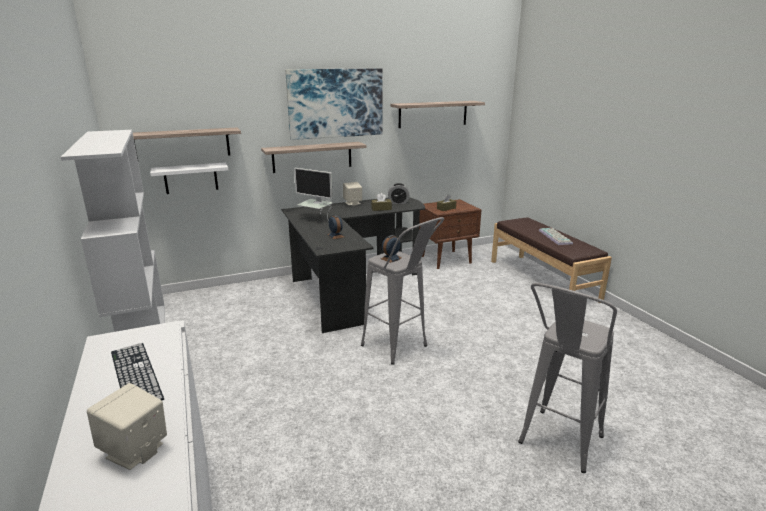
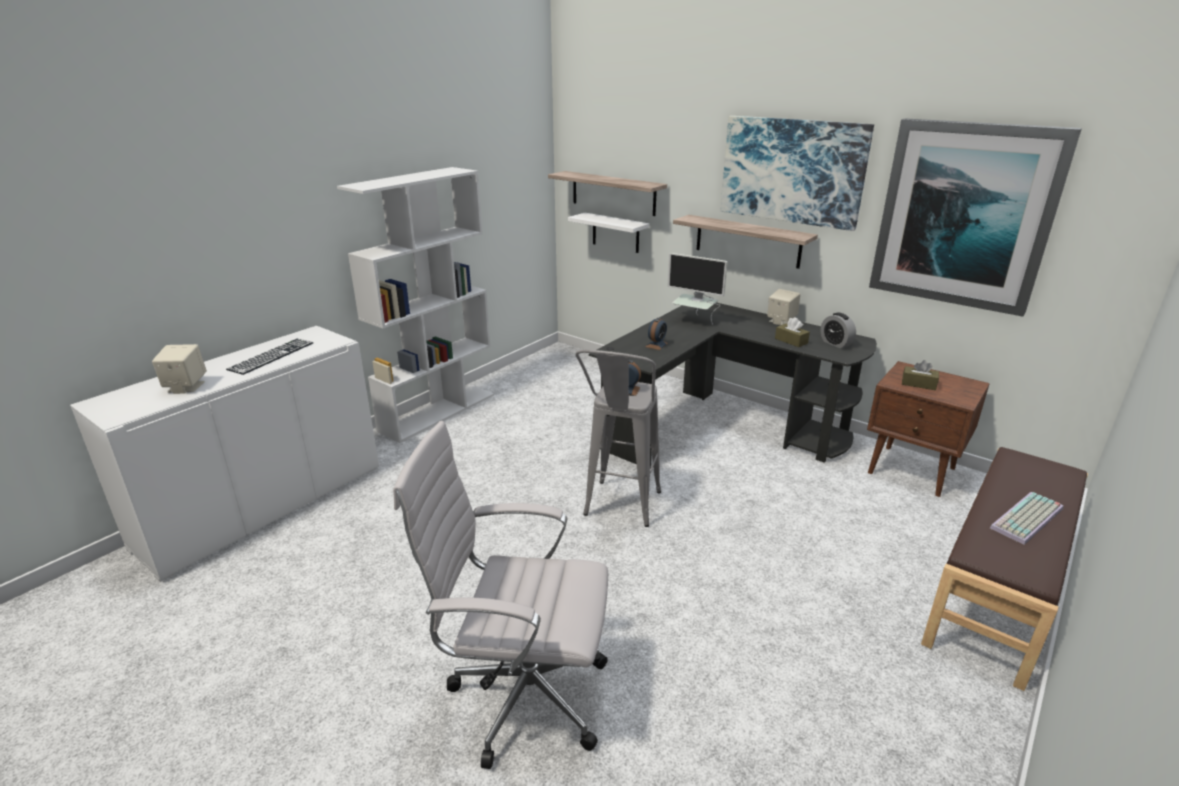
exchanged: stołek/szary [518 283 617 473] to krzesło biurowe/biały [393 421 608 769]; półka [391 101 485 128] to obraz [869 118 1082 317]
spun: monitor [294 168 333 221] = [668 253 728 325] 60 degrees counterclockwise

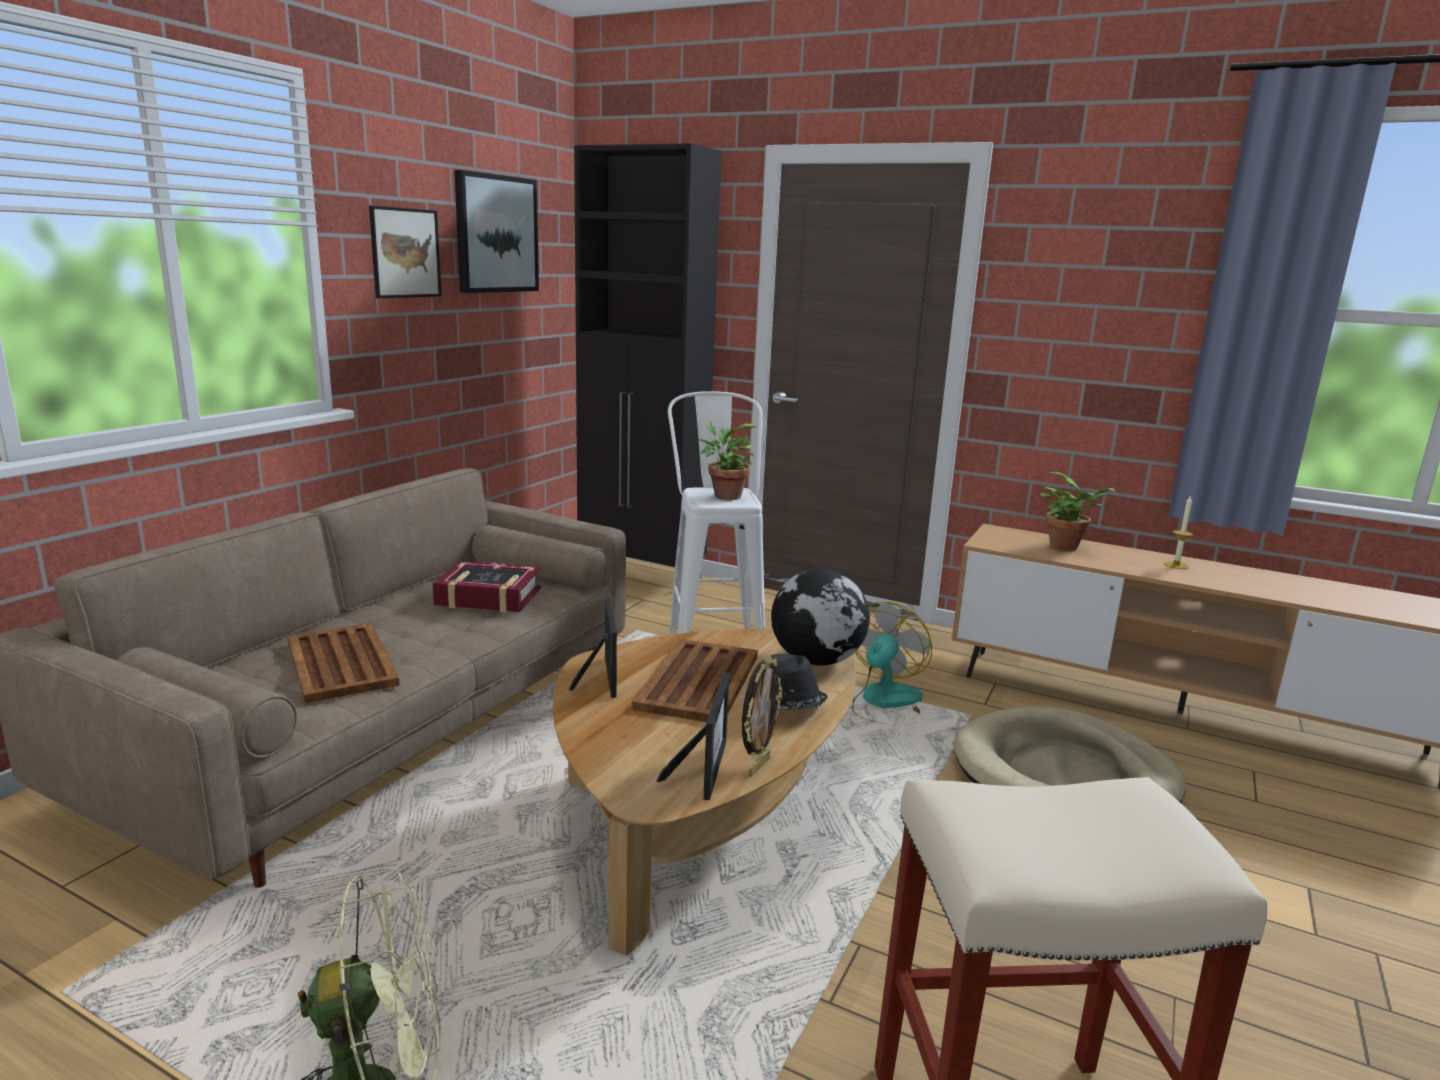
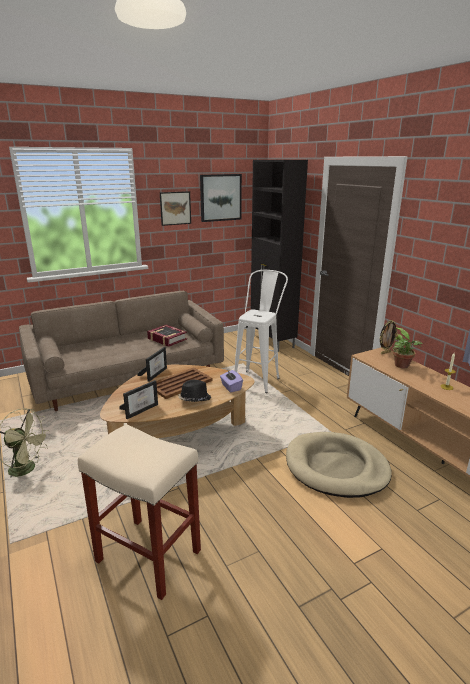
missing: taca/brązowy [288 623 400 703]; roślina doniczkowa [699 422 758 500]; wentylator [852 602 932 725]
relocated: ramka na zdjęcie [742 656 782 777] to [380 320 398 354]
exchanged: globus [771 569 870 666] to pudełko chusteczek/fioletowy [220 370 243 392]

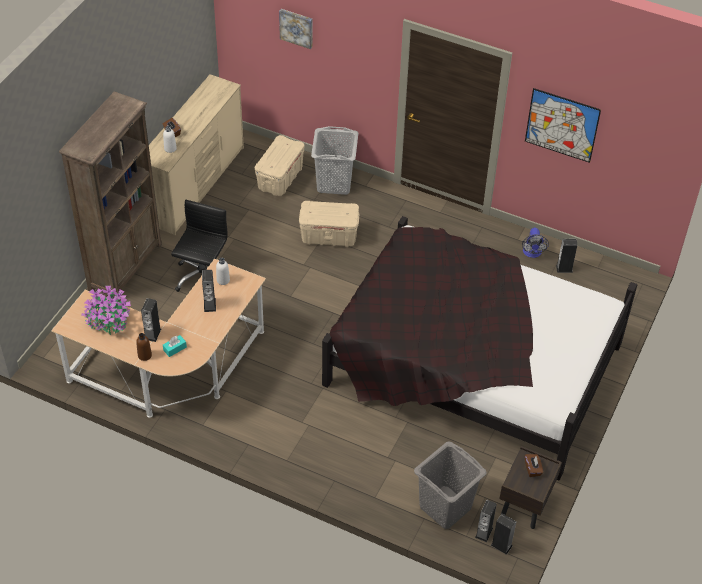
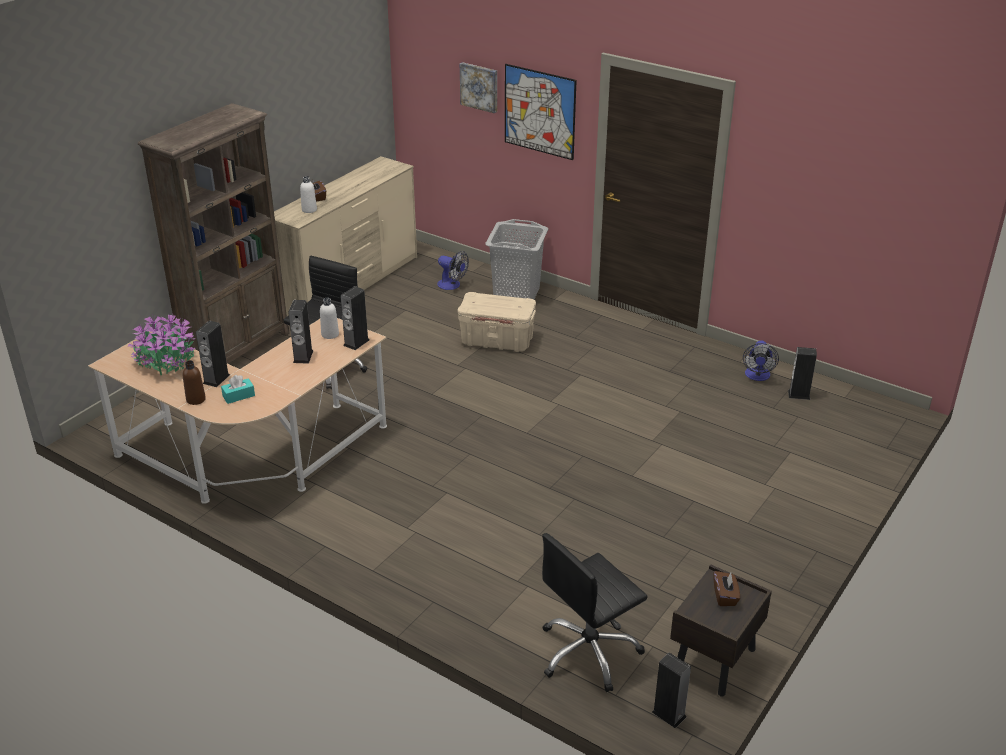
missing: łóżko/czarny [322 216 637 480]
relocated: głośnik [475 500 497 542] to [340 286 369 350]; obraz [525 88 601 163] to [505 64 577 160]
exchanged: pojemnik do przechowywania/beżowy [255 135 305 196] to wentylator [437 251 469 290]; kosz na pranie/szary [414 442 487 529] to krzesło biurowe/czarny [542 533 647 692]

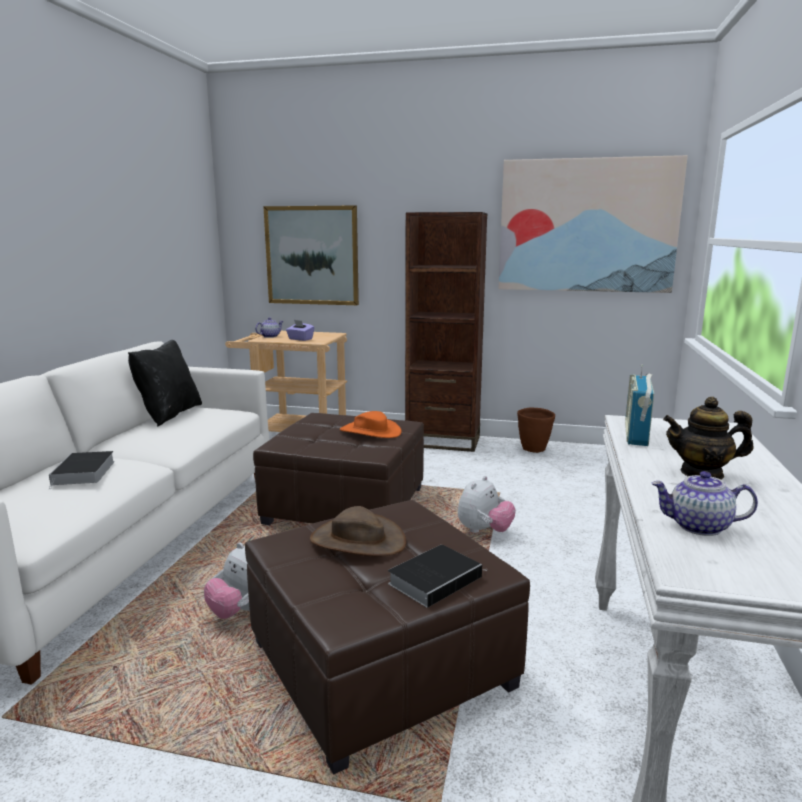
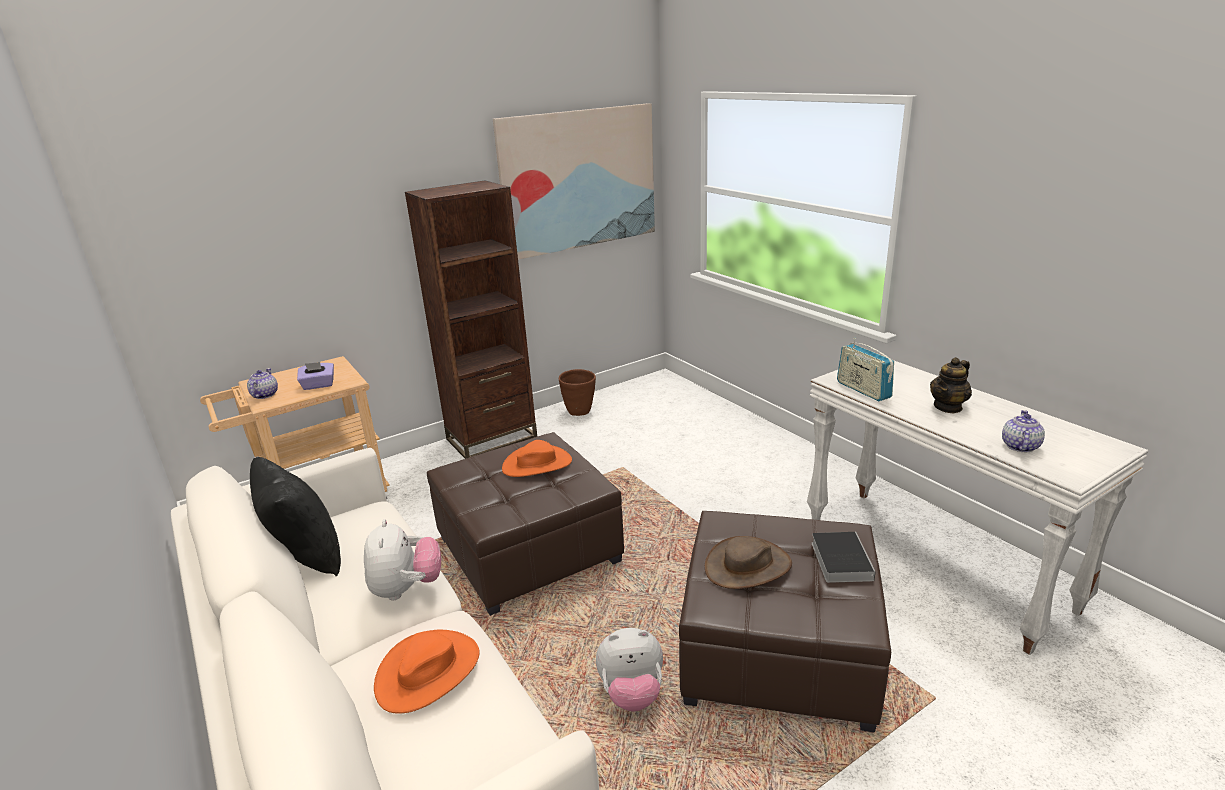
missing: obraz [263 206 359 305]
relocated: pluszak [458 476 516 533] to [364 519 441 600]
exchanged: książka [49 451 115 490] to kapelusz/pomarańczowy [374 630 480 714]
spun: imbryk [651 471 758 536] = [1002 410 1045 452] 150 degrees clockwise

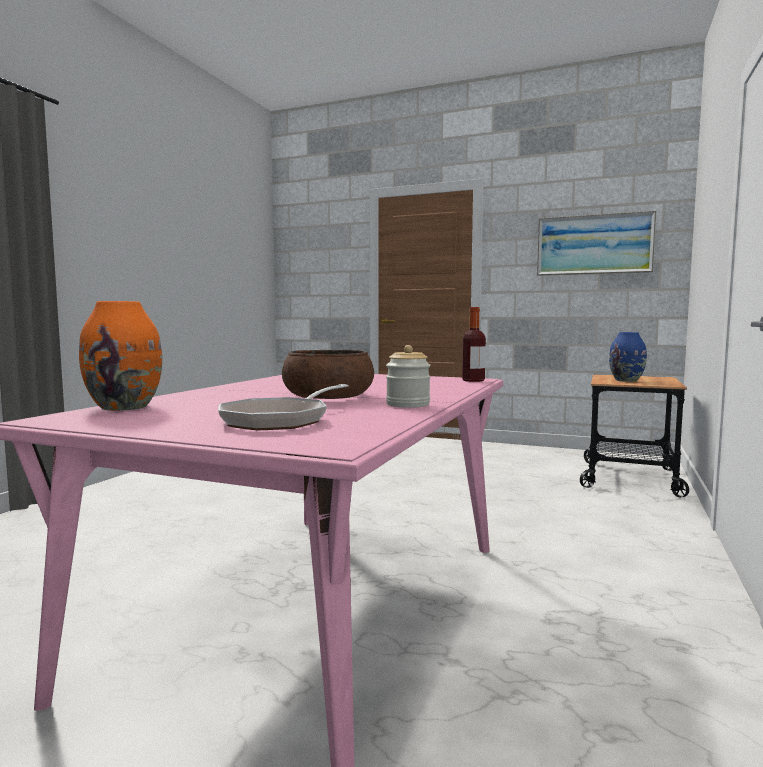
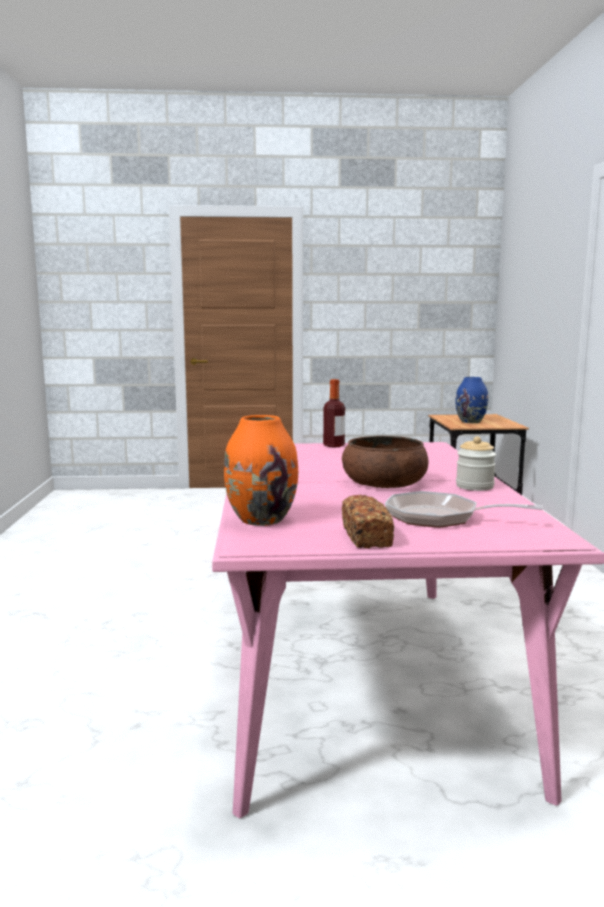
missing: obraz [537 211 656 276]
appeared: chleb [342 494 394 548]
relocated: butelka [462 307 486 382] to [323 379 345 448]
spun: patelnia [218 384 349 430] = [385 491 543 528] 105 degrees clockwise

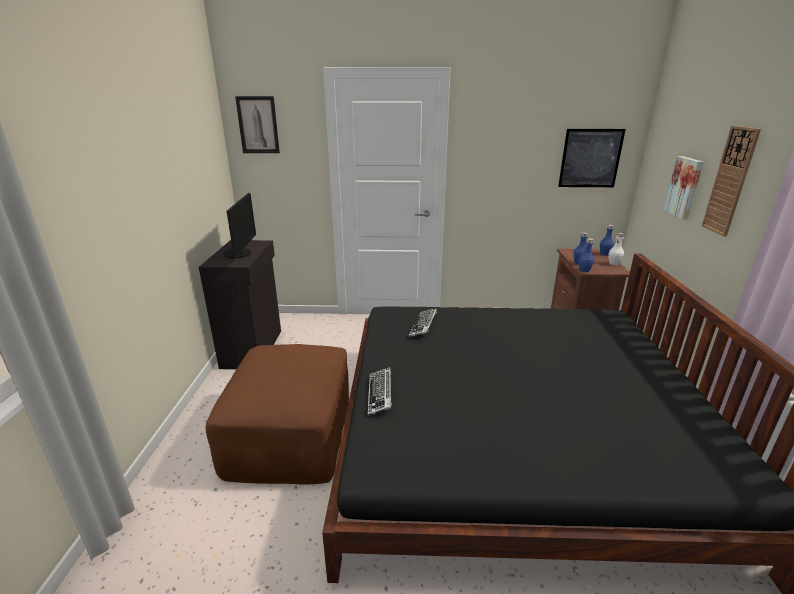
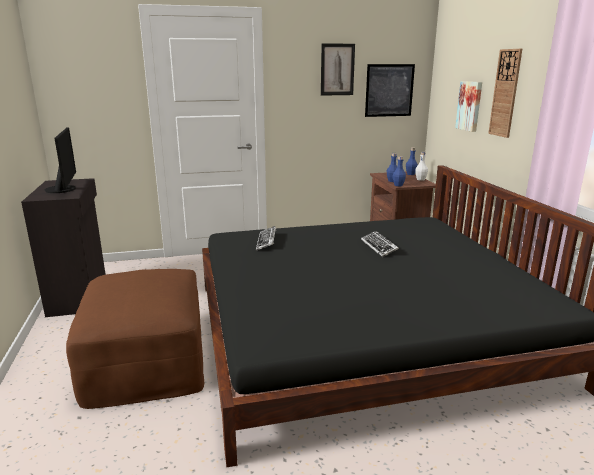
relocated: obraz [235 96 280 153] to [321 43 355 96]; klawiatura [368 367 392 416] to [361 231 399 257]

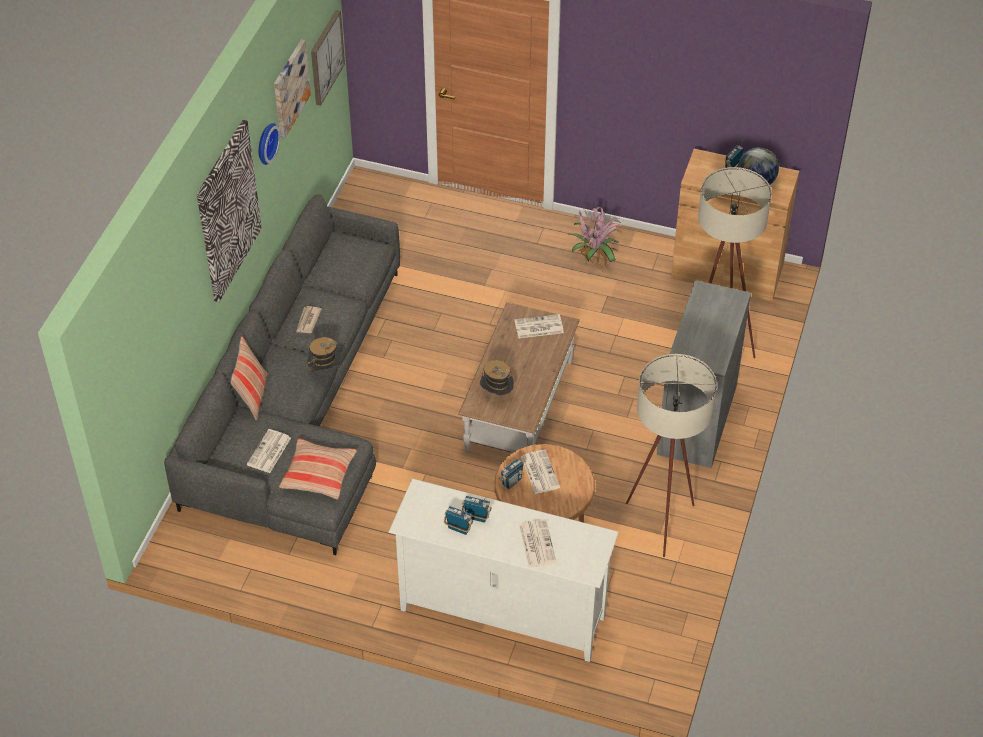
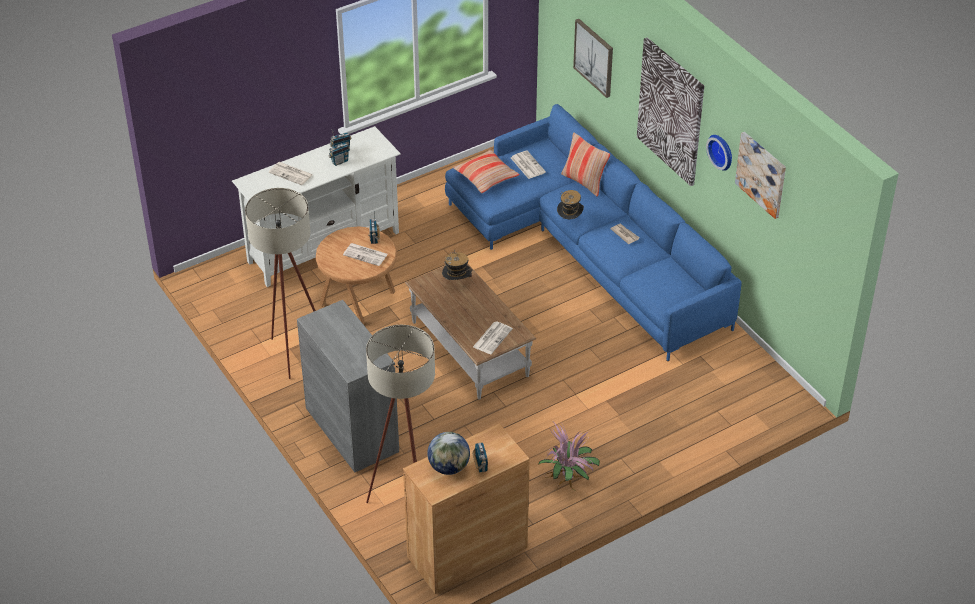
relocated: obraz [311 10 345 106] to [573 19 613 98]
colour: kanapa/szary [164 194 400 555] to kanapa/niebieski [445 104 742 361]

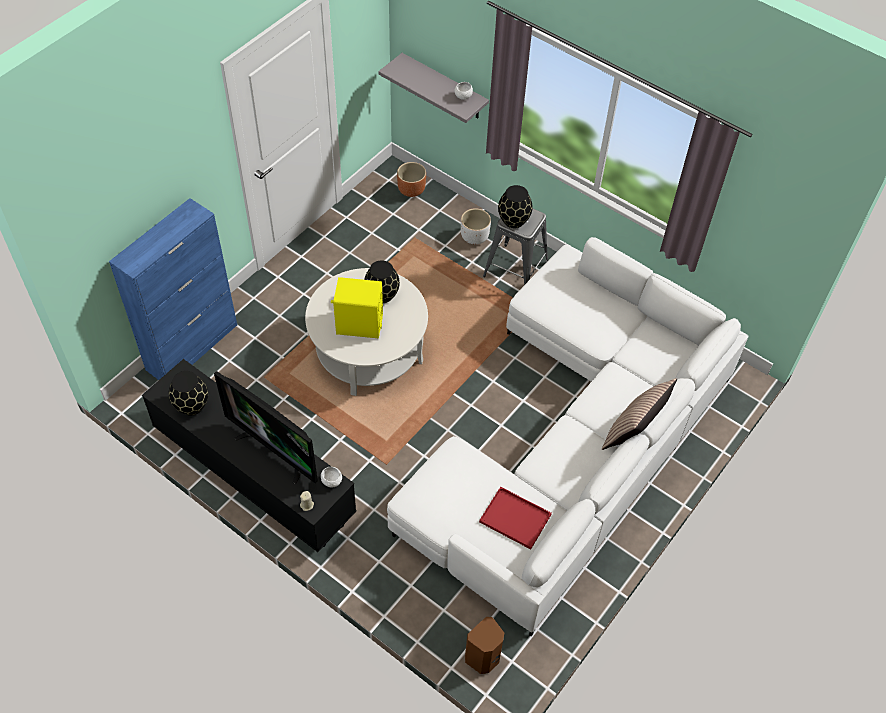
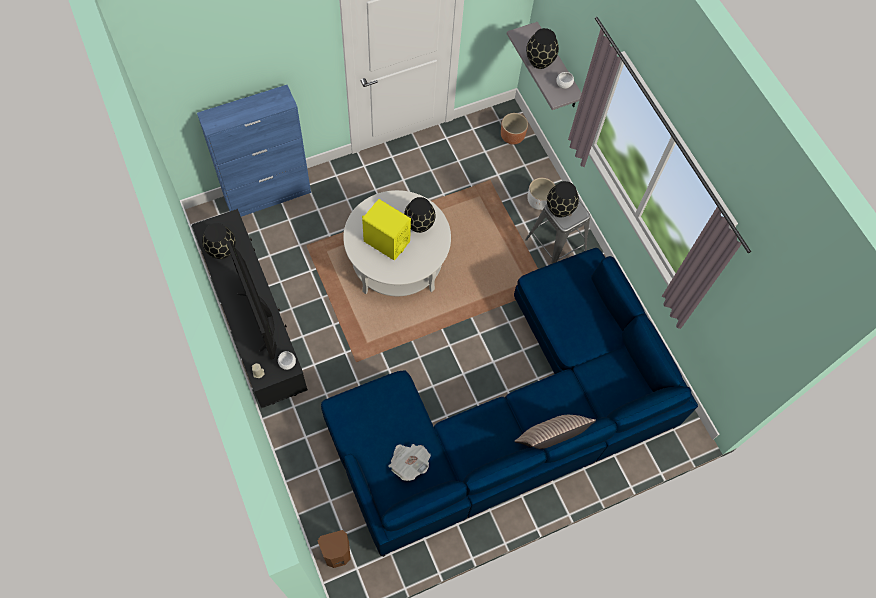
appeared: wazon/czarny [526 28 559 69]
exchanged: taca/czerwony [479 487 552 549] to gazeta [388 444 431 481]
colour: kanapa/biały [387 237 749 636] to kanapa/niebieski [321 248 698 557]

